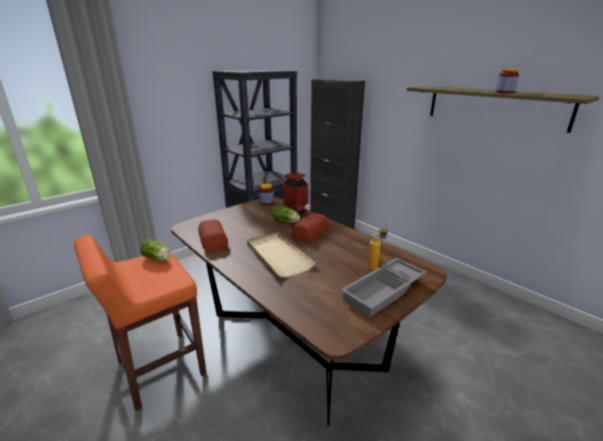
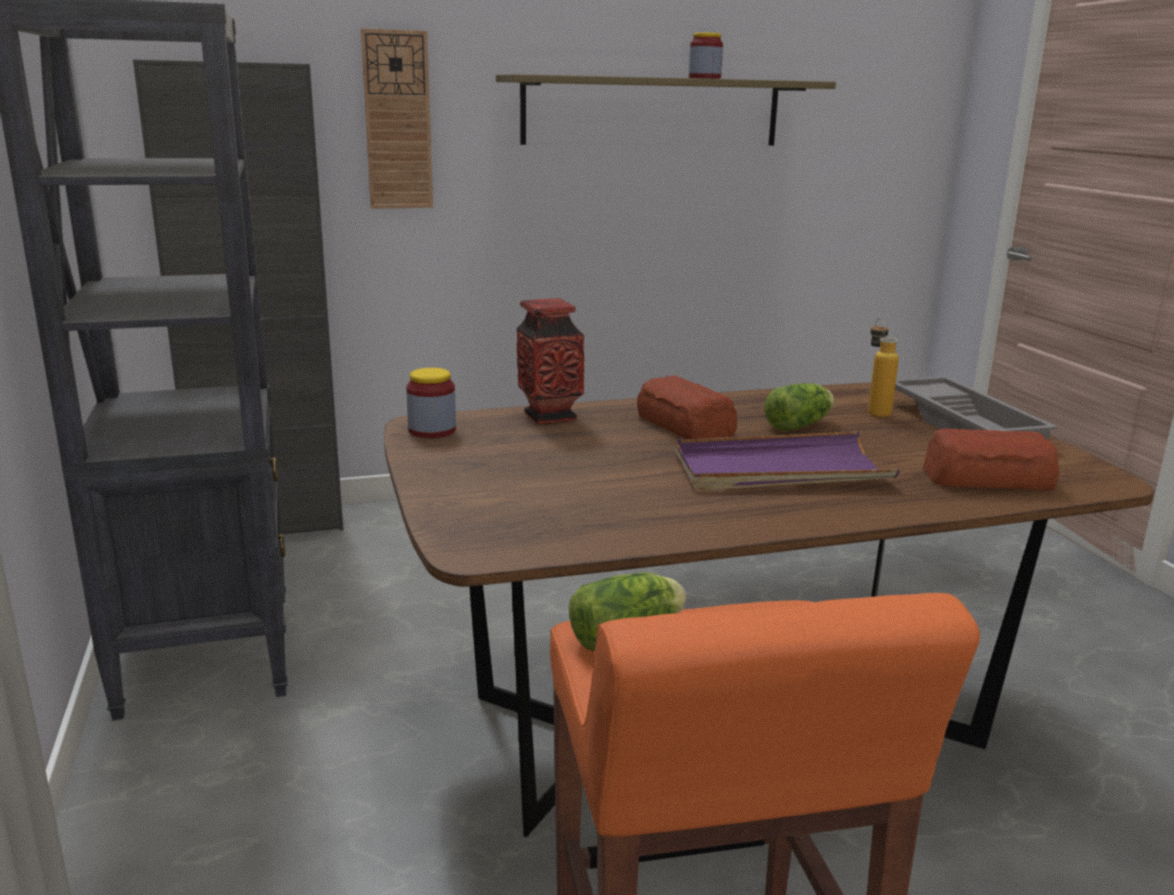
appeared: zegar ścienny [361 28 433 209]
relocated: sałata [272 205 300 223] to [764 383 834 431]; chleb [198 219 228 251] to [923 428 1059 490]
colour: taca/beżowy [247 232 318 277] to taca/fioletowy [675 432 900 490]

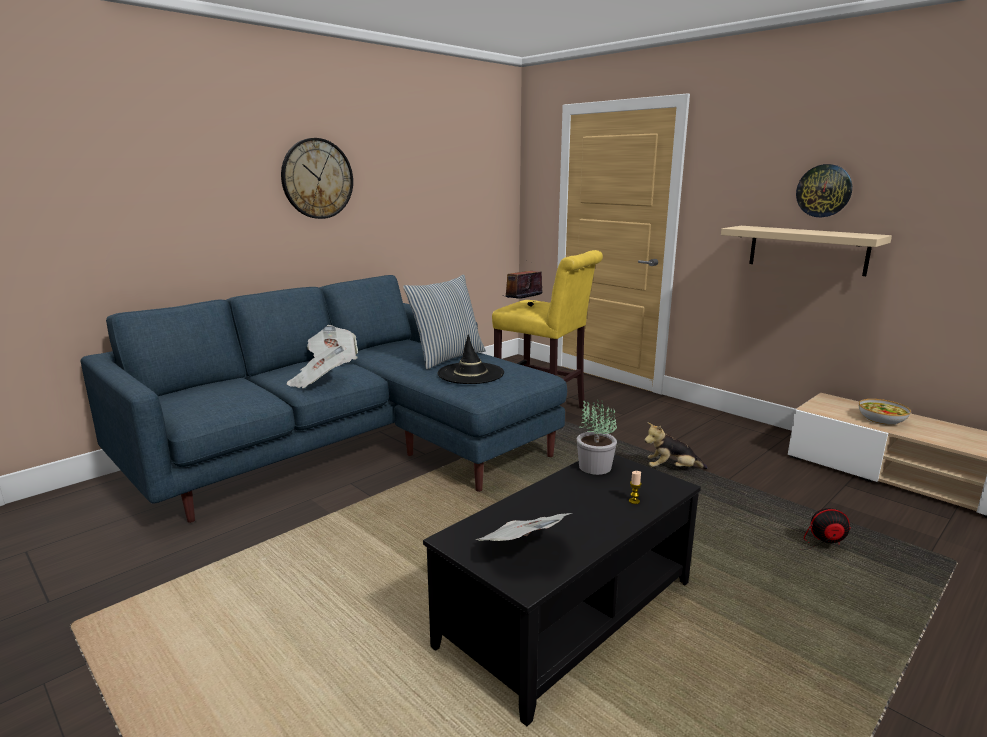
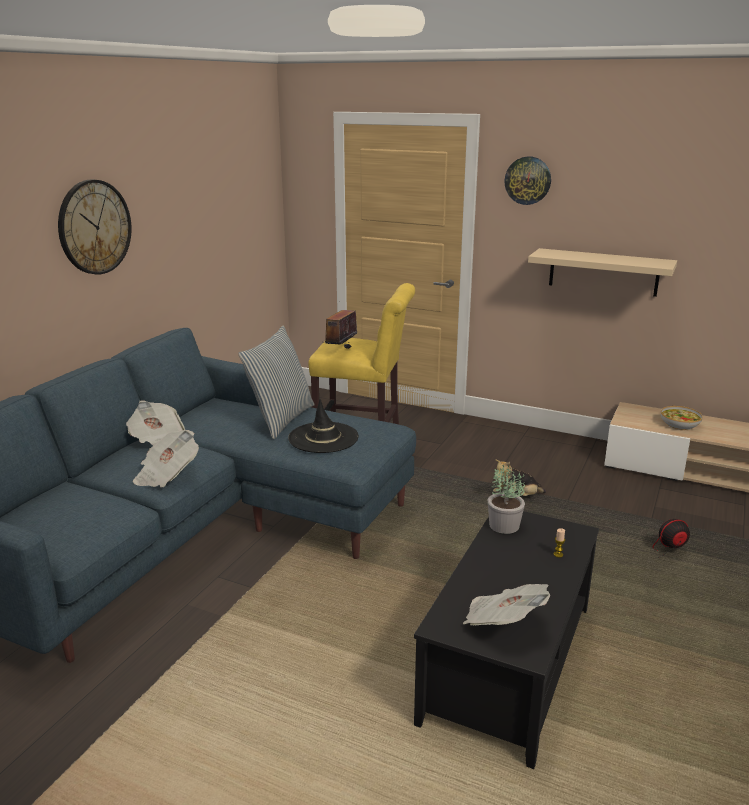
relocated: zegar ścienny [796 164 852 217] to [505 156 551 205]

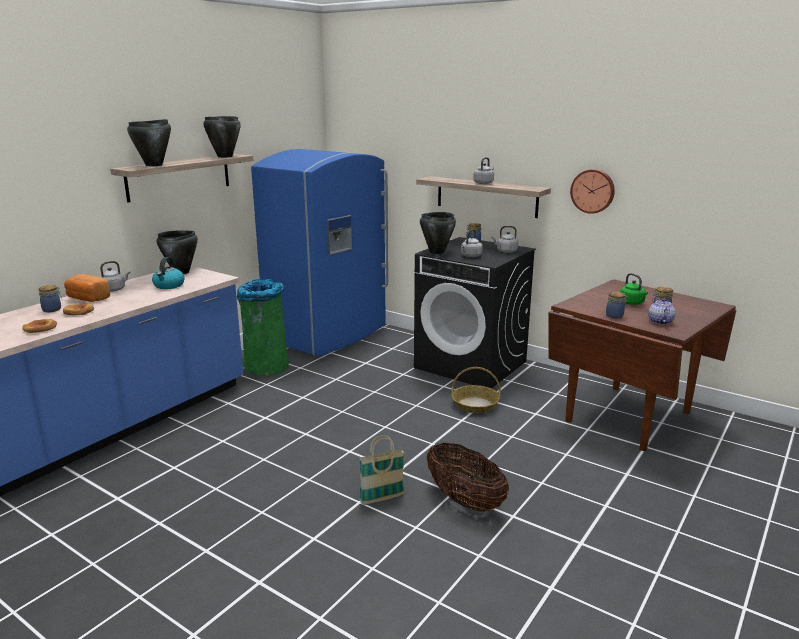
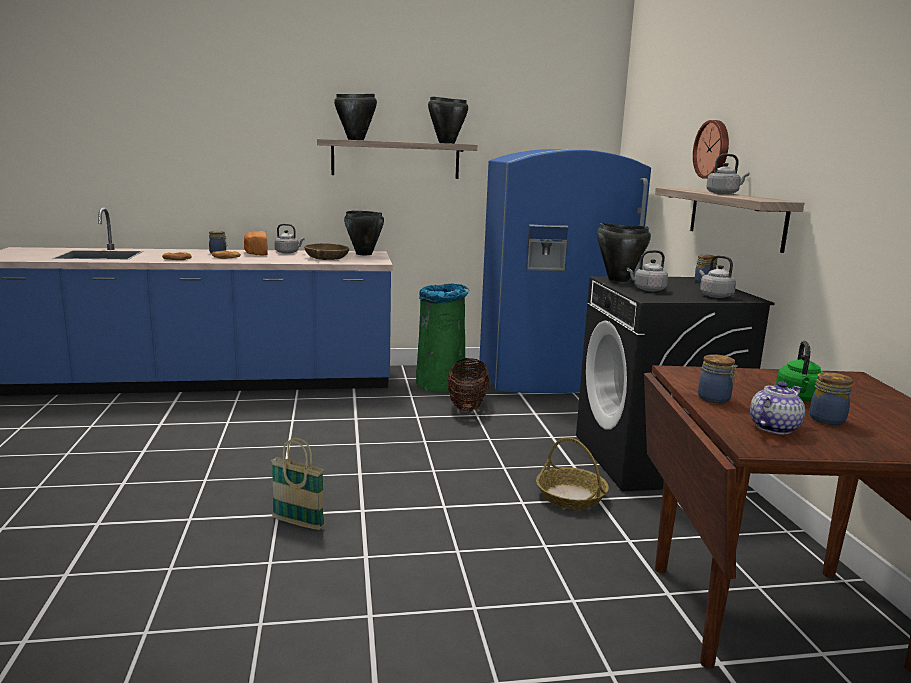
relocated: koszyk [427 443 509 512] to [448 358 490 411]; zegar ścienny [570 169 615 214] to [693 120 729 179]
exchanged: czajnik [152 257 184 289] to miska/brązowy [304 243 349 260]

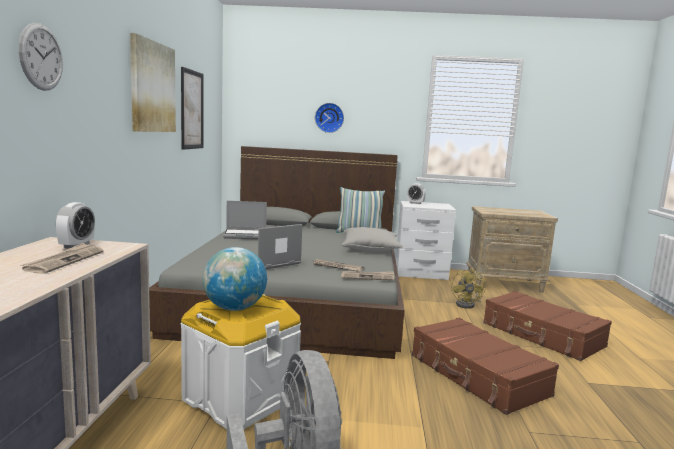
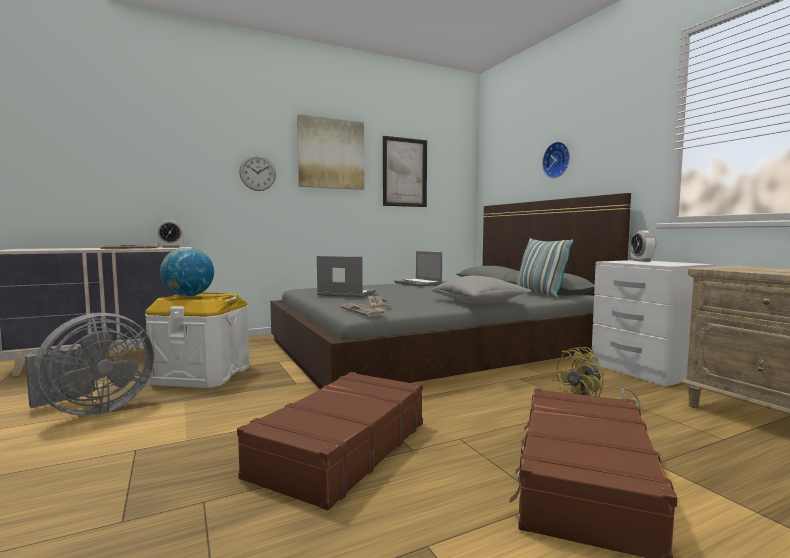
relocated: zegar ścienny [18 23 63 91] to [239 155 276 191]

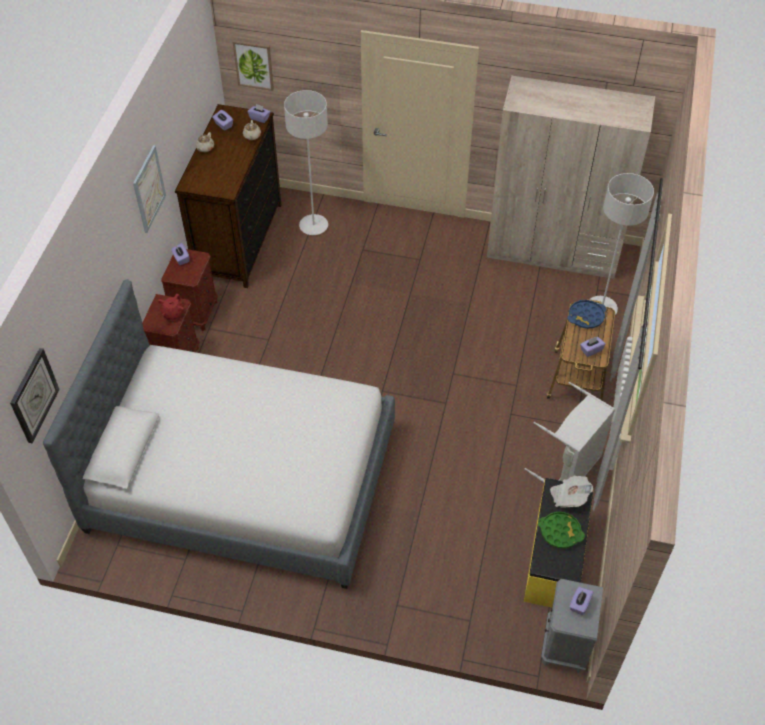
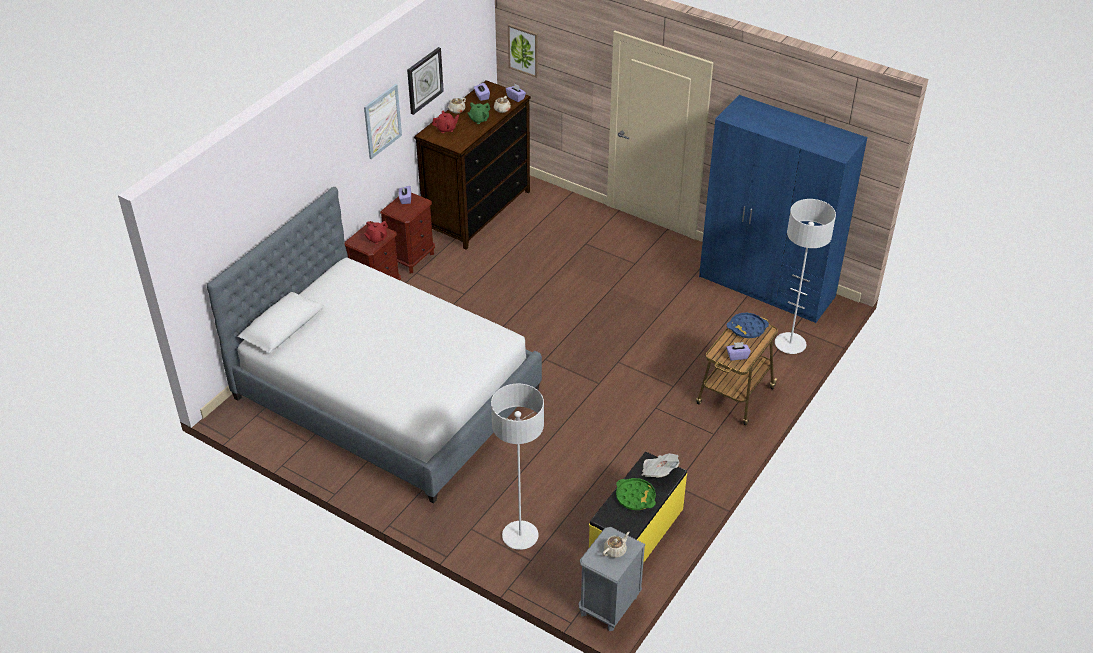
missing: kosz na pranie/szary [525 382 615 482]
appeared: imbryk/czerwony [432 111 459 133]; imbryk/zielony [467 103 491 124]
relocated: zegar ścienny [10 348 60 443] to [407 47 444 115]; lampa stojąca/szary [284 90 328 235] to [491 383 544 550]
exchanged: pudełko chusteczek/fioletowy [569 587 593 615] to imbryk/beżowy [603 532 630 558]
colour: szafa/beżowy [487 75 655 280] to szafa/niebieski [699 95 867 324]

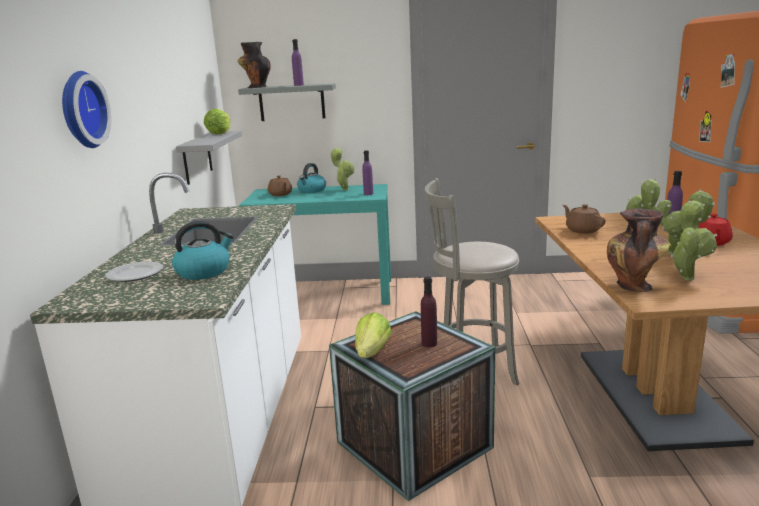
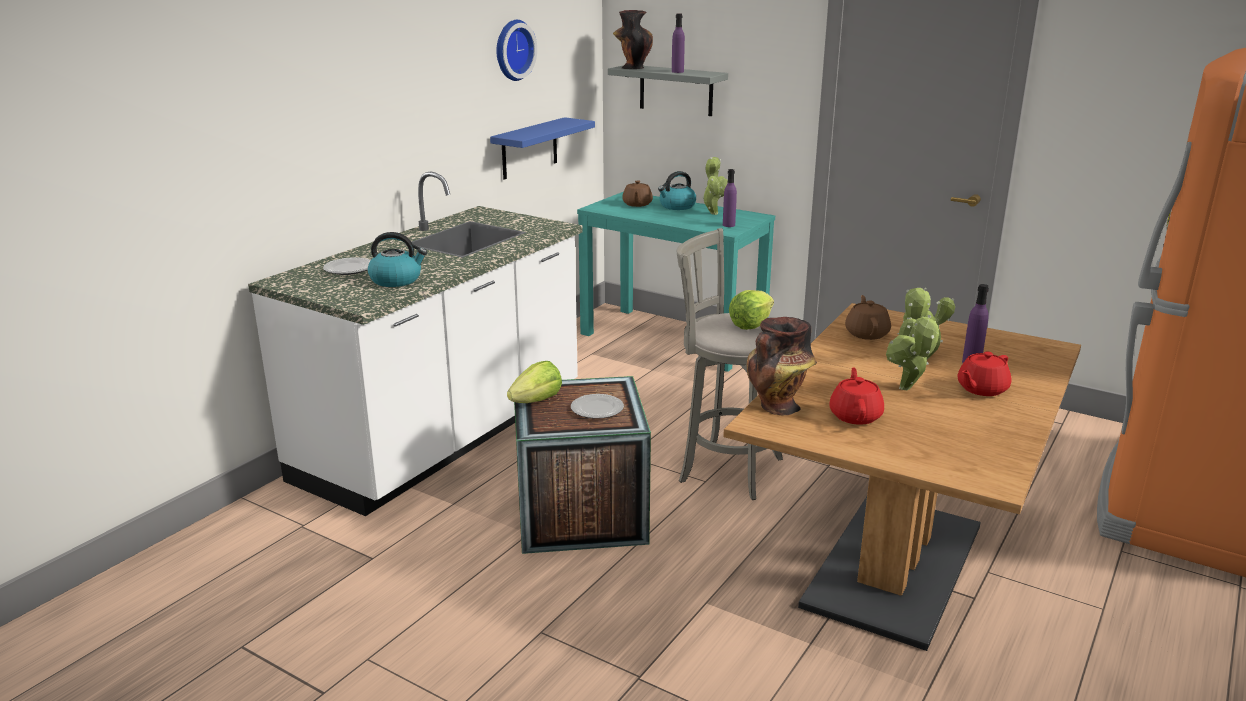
relocated: zegar ścienny [62 71 111 148] to [496 20 537 81]; sałata [204 109 230 134] to [729 290 774 330]
exchanged: butelka/fioletowy [421 276 437 347] to talerz [571 394 624 419]; roślina doniczkowa [671 200 717 281] to imbryk/czerwony [829 367 884 425]
colour: półka/szary [176 131 242 185] to półka/niebieski [490 117 595 180]

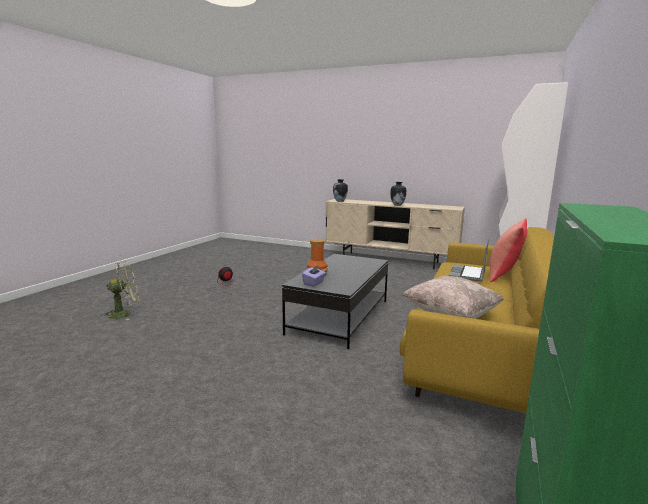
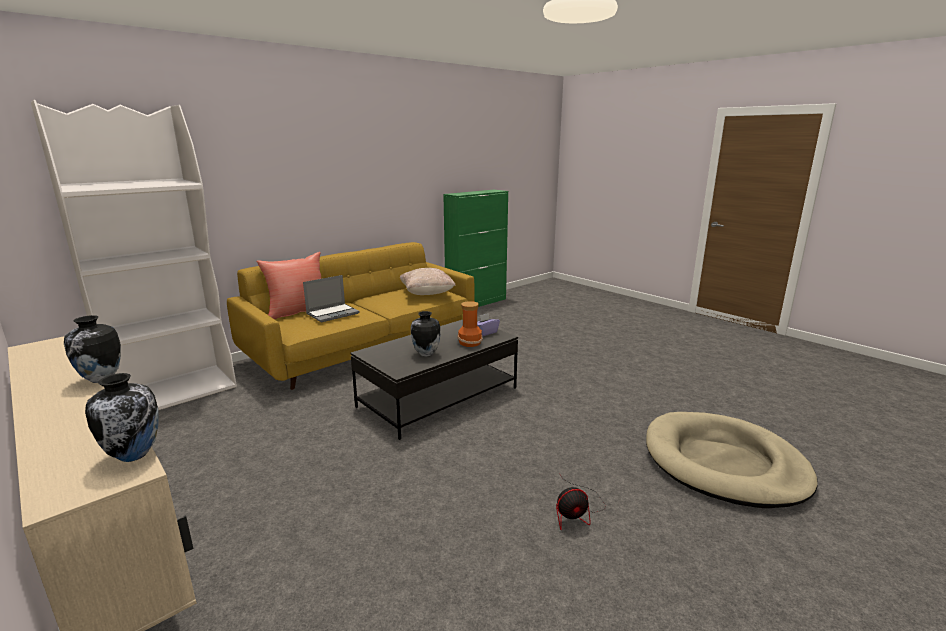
appeared: wazon [411 311 441 357]
exchanged: wentylator/zielony [101 261 139 320] to legowisko/beżowy [646 412 818 508]

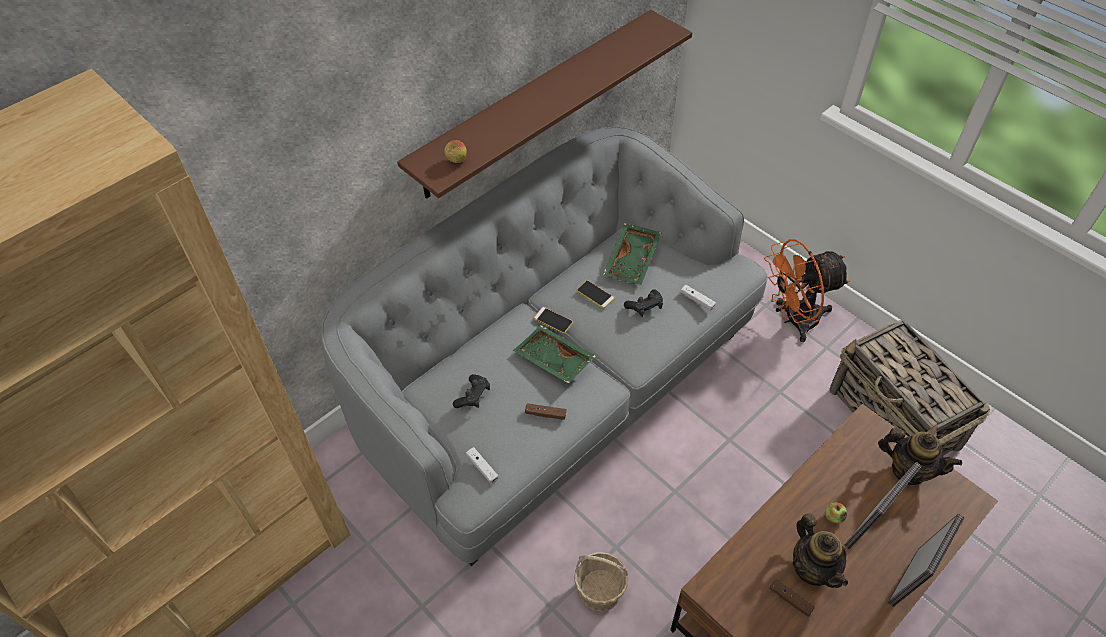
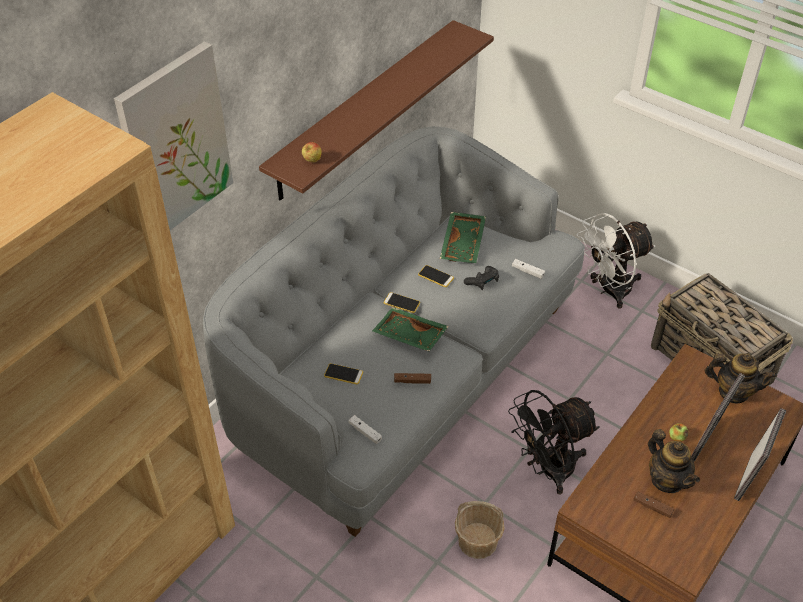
appeared: obraz [114 41 233 230]; wentylator/czarny [508 390 600 495]
exchanged: pad do gier/czarny [453 374 490 408] to telefon [324 363 363 384]
colour: wentylator/pomarańczowy [764 239 850 342] to wentylator/biały [577 213 655 309]

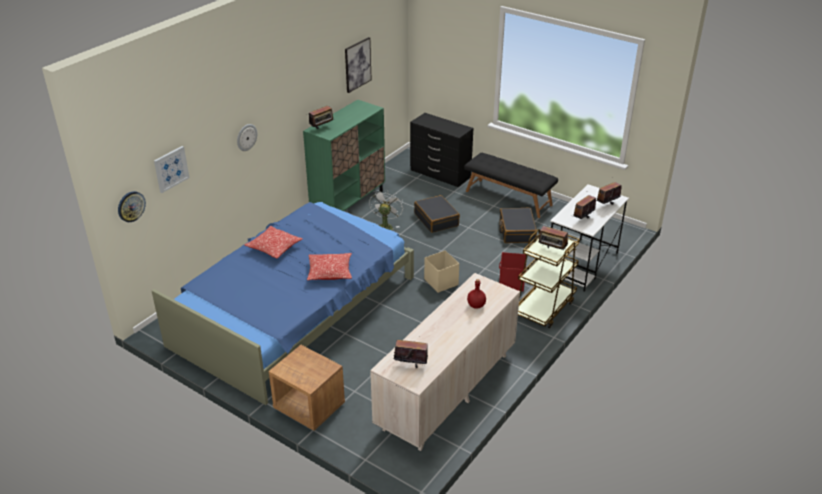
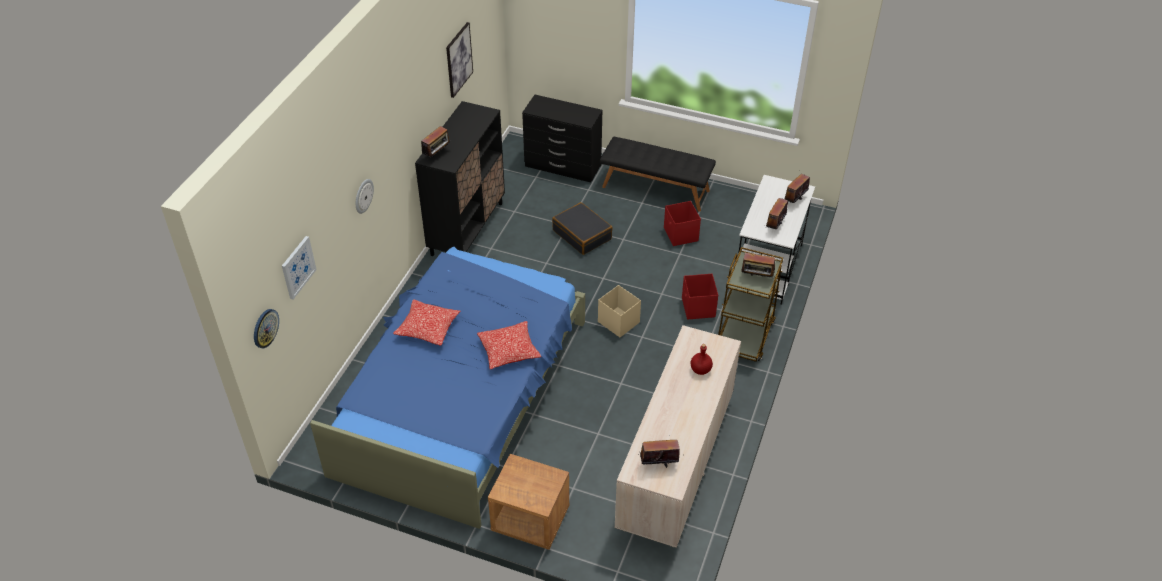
missing: wentylator/biały [369 189 403 230]
exchanged: walizka/czarny [499 208 537 243] to pojemnik do przechowywania/czerwony [664 201 701 246]
colour: szafka/zielony [303 100 385 211] to szafka/czarny [415 101 505 256]

